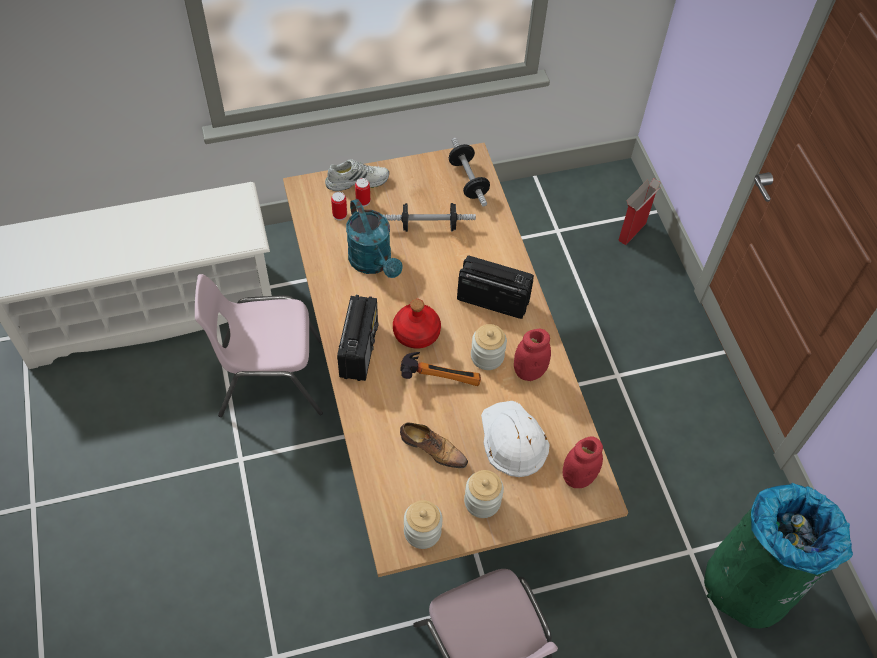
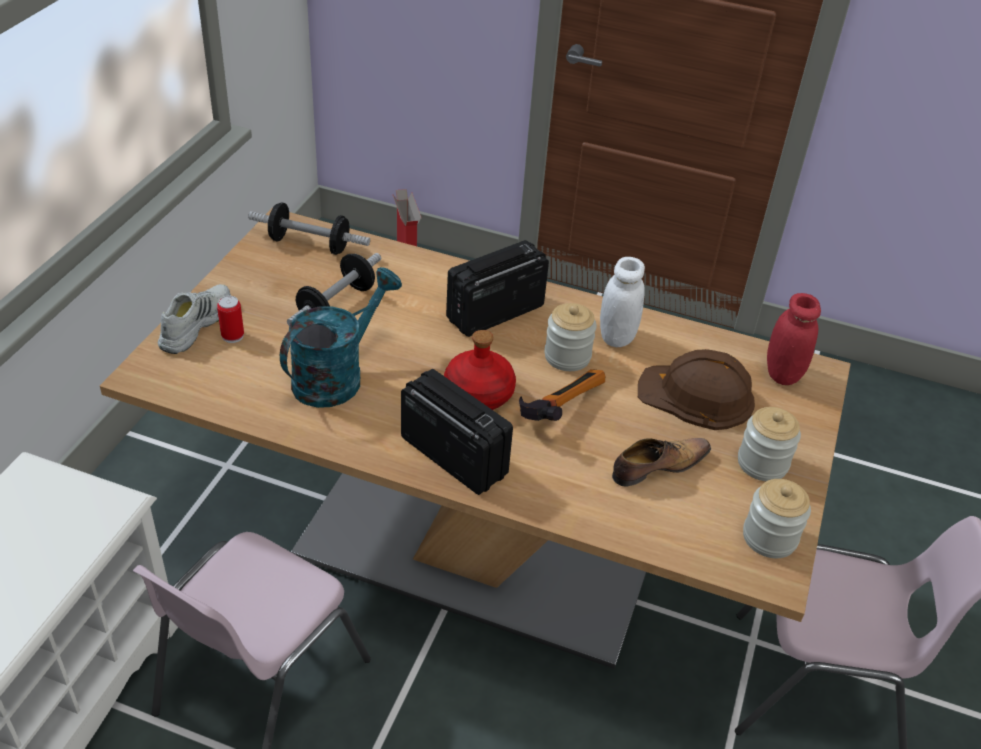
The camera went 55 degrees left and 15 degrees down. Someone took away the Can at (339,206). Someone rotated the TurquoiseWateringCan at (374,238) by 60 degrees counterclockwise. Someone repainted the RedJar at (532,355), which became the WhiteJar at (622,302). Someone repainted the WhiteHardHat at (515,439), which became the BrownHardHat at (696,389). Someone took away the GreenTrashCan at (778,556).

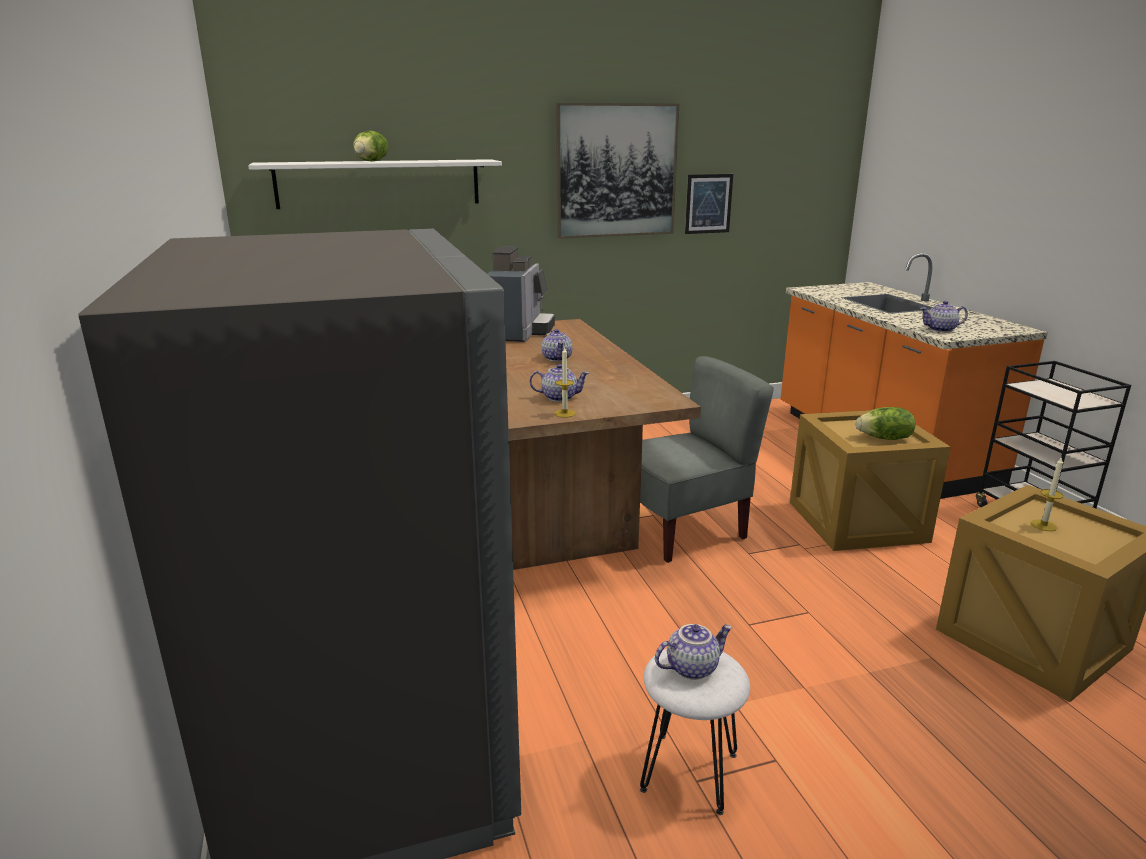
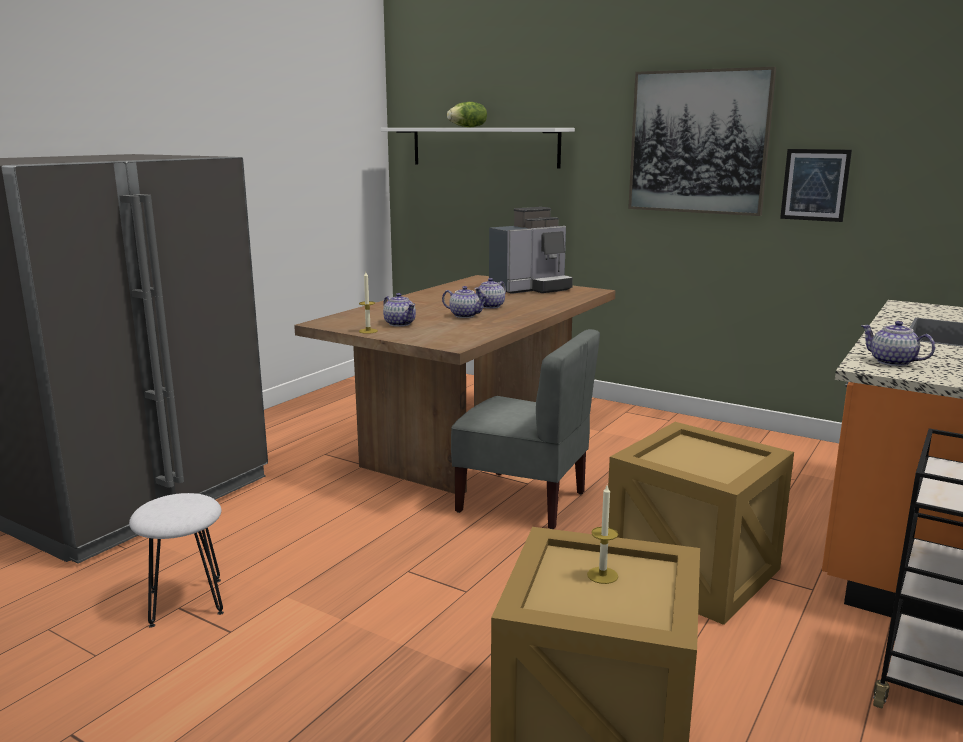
The camera went 50 degrees right and 5 degrees down. Someone took away the Lettuce at (886,423). Someone carried the Teapot from (694,652) to (465,302).

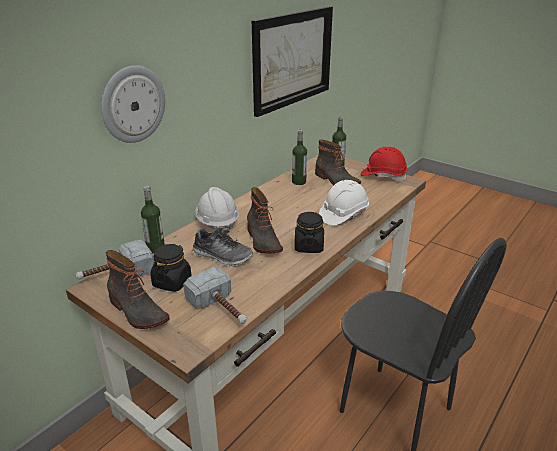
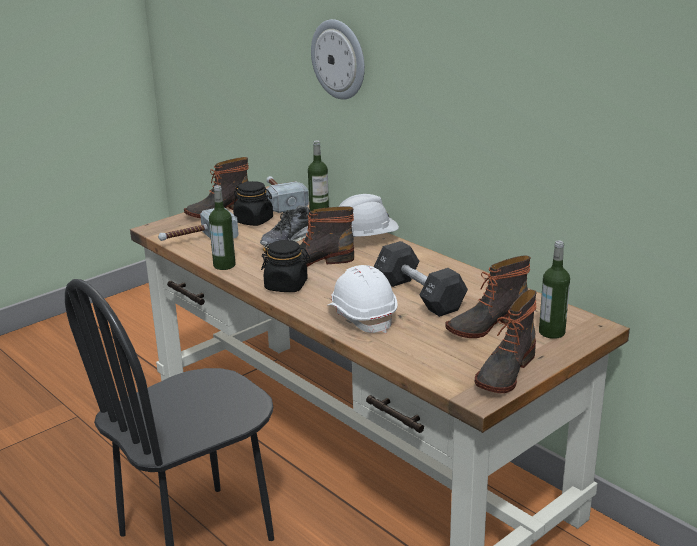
The camera went 100 degrees right and 5 degrees down. Someone took away the Picture at (292,62). Someone carried the Bottle from (299,157) to (222,227). Someone swapped the RedHardHat at (384,163) for the Boot at (506,341). Someone put down the BlackDumbbell at (421,279).

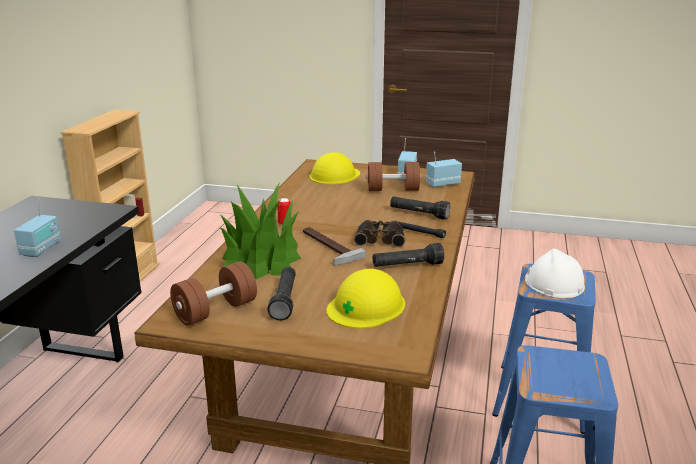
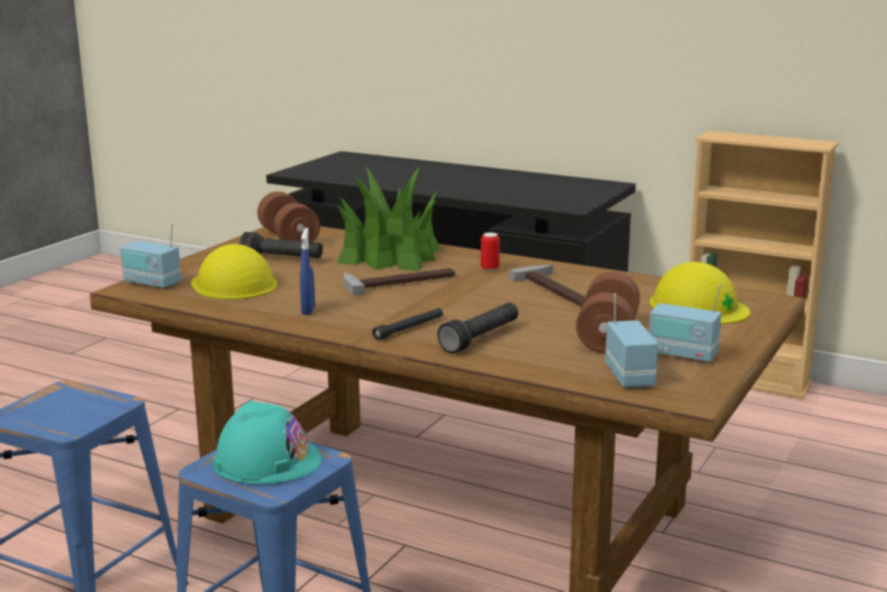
The camera went 105 degrees right and 5 degrees down. Someone carried the Radio from (37,227) to (150,256). Someone took away the Binoculars at (379,233). Someone swapped the BlackFlashlight at (408,255) for the BlueSprayBottle at (307,271). Someone repainted the WhiteHardHat at (555,273), which became the TurquoiseHardHat at (267,442). Someone put down the Hammer at (547,286).

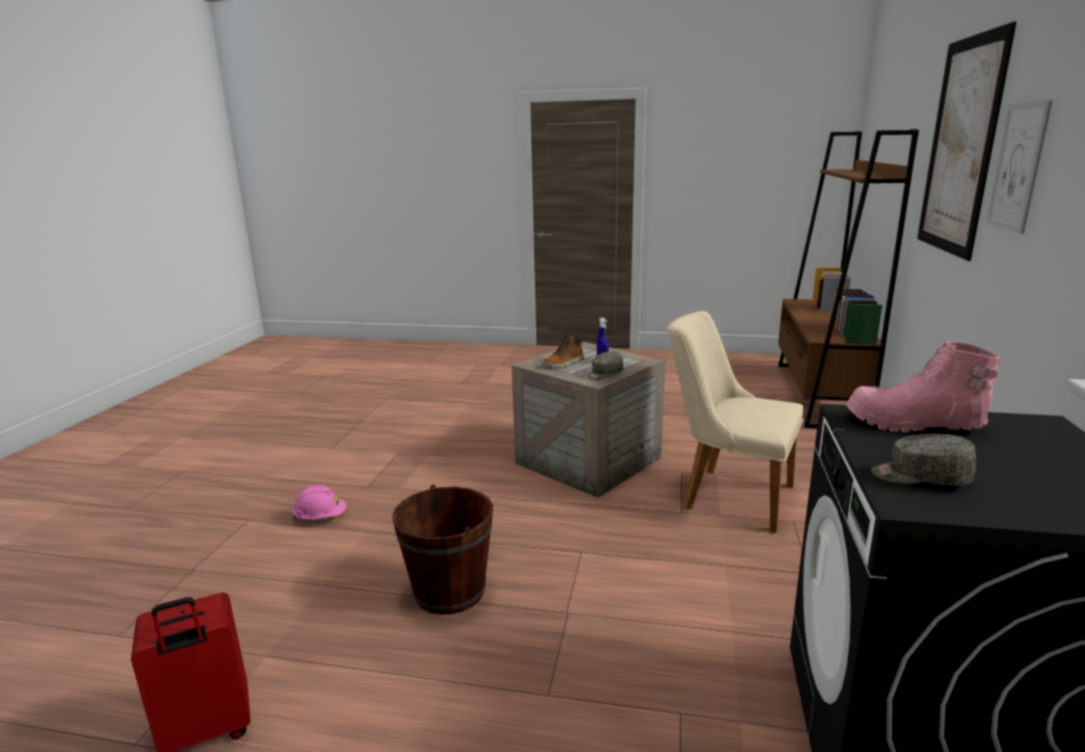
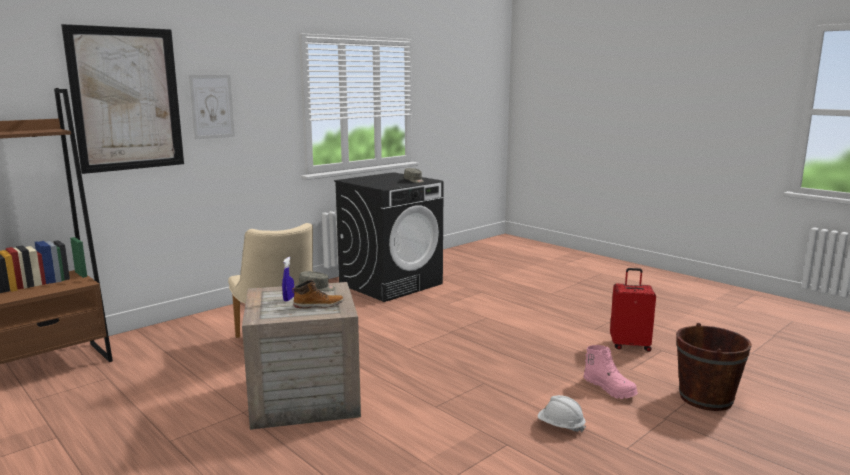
The camera went 145 degrees left and 5 degrees down. Someone carried the PinkBoot from (923,386) to (610,372). Someone repainted the PinkHardHat at (319,502), which became the WhiteHardHat at (562,413). Someone carried the BrownBucket from (442,550) to (714,367).

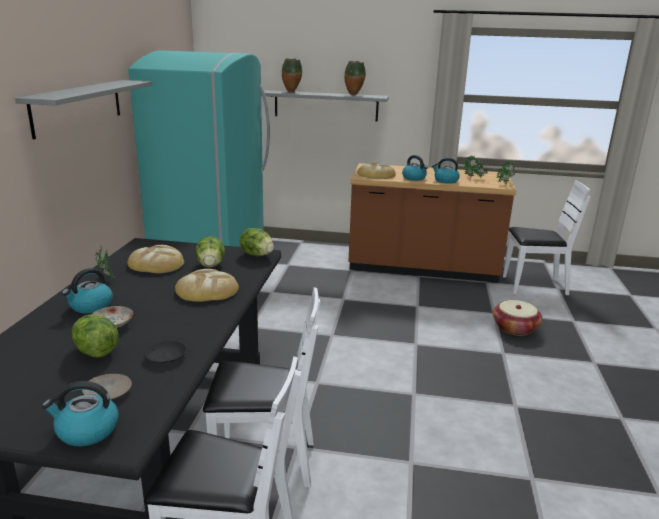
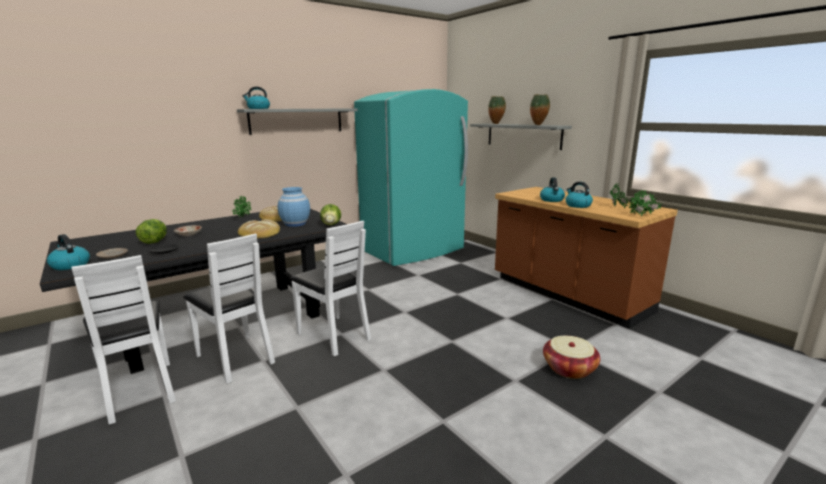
The camera went 45 degrees right and 5 degrees down. Someone took away the Bread at (376,170). Someone carried the WhiteChair from (546,237) to (330,288). Someone swapped the Lettuce at (210,252) for the BlueVase at (294,207). Someone carried the Kettle from (87,291) to (256,98).

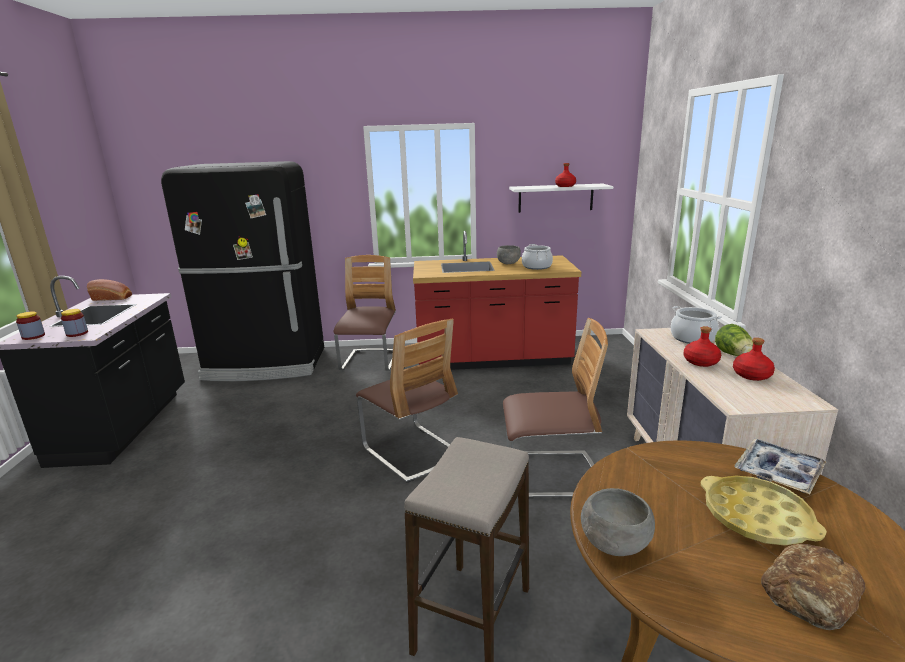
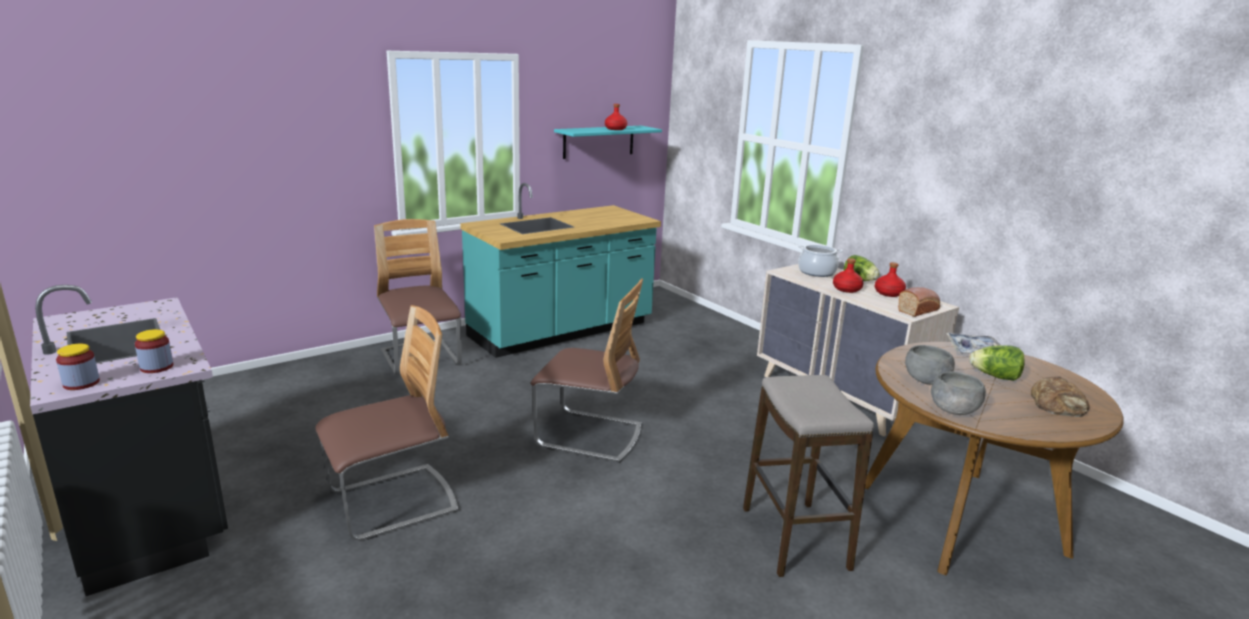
The camera went 35 degrees left and 0 degrees up. Someone took away the BlackFridge at (242,271). Someone repainted the WhiteShelf at (561,198), which became the TurquoiseShelf at (608,142). Someone repainted the RedCounter at (497,300), which became the TurquoiseCounter at (560,270). Someone took away the CookingPot at (537,257). Someone carried the GreyBowl from (509,254) to (930,365). Someone carried the Bread from (109,290) to (919,302). Someone carried the Chair from (555,408) to (387,422). Someone swapped the YellowTray at (764,510) for the Lettuce at (997,363).

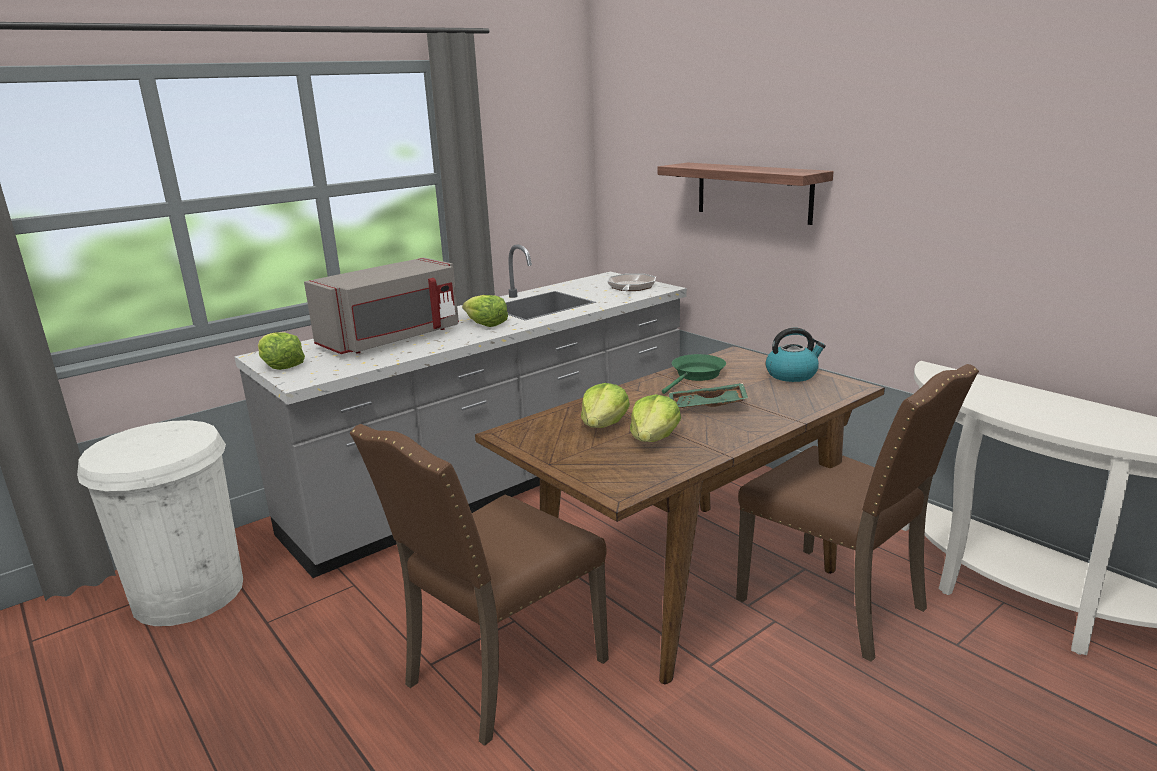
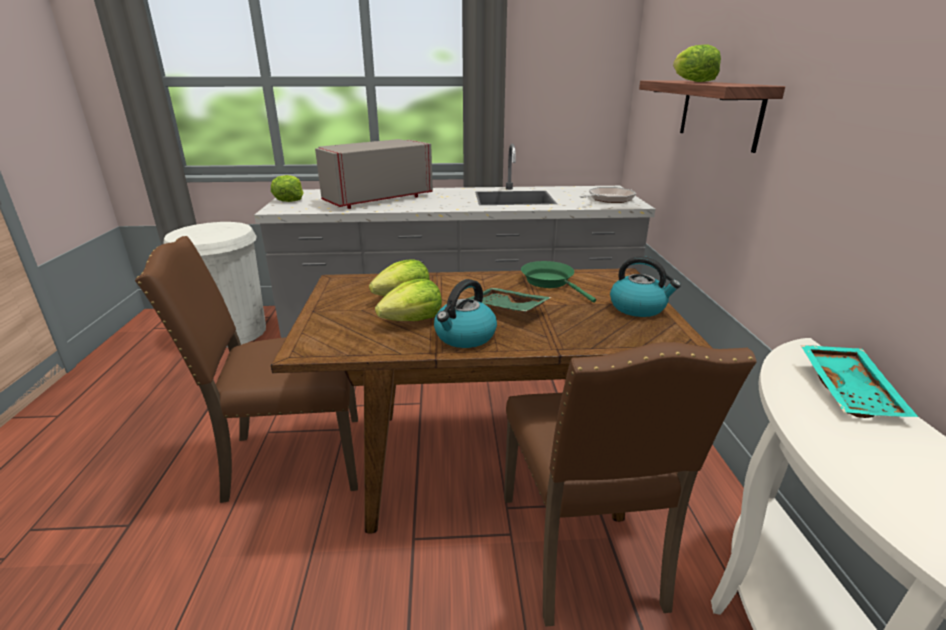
The camera went 35 degrees right and 5 degrees up. Someone rotated the GreyMicrowave at (381,305) by 150 degrees clockwise. Someone carried the Lettuce from (485,311) to (697,63). Someone rotated the GreenFryingPan at (694,374) by 105 degrees counterclockwise. Someone put down the Kettle at (465,313). Someone put down the TurquoiseTray at (859,381).

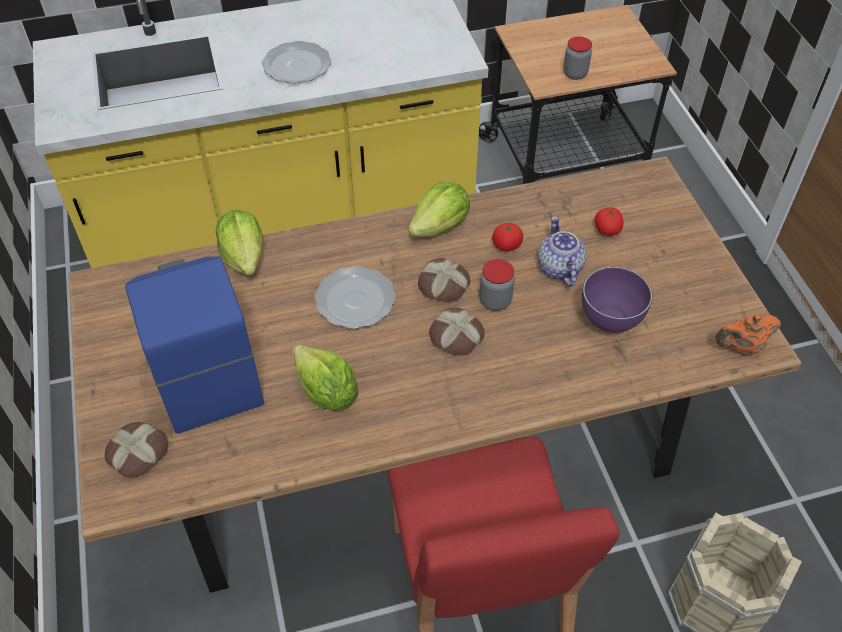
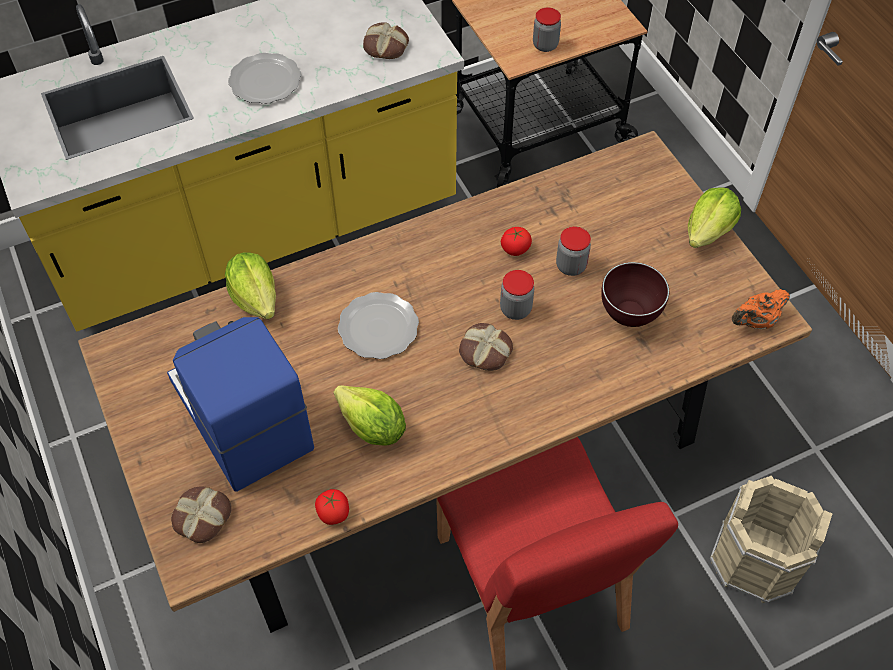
The camera went 10 degrees left and 5 degrees up. Someone carried the Lettuce from (439,209) to (714,217). Someone carried the Tomato from (609,221) to (332,507). Someone swapped the Teapot at (562,251) for the Jar at (573,251). Someone carried the Bread from (444,280) to (386,40). Someone repainted the PurpleBowl at (617,300), which became the BrownBowl at (635,294).

